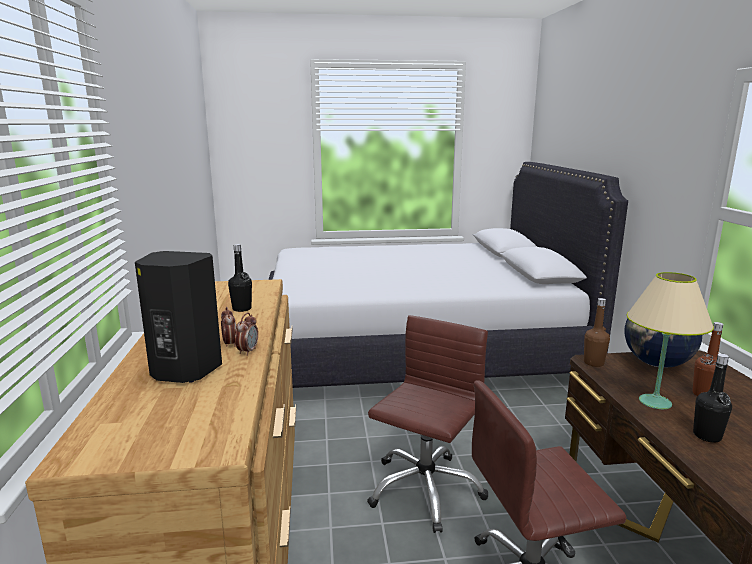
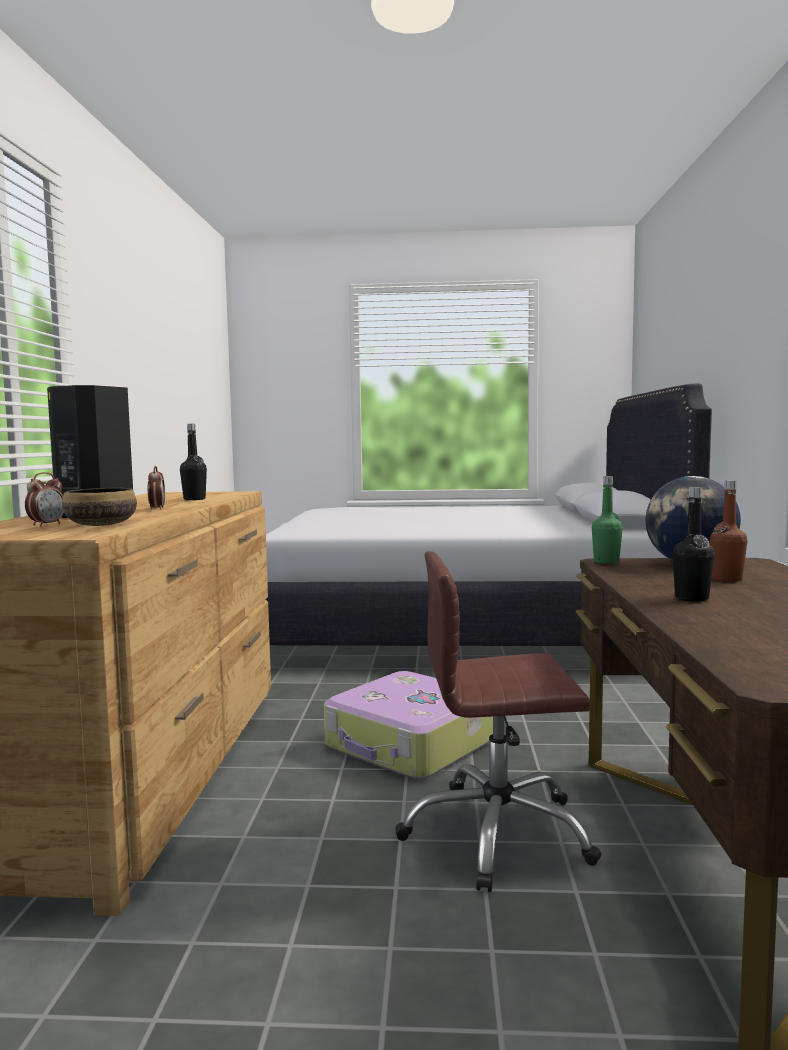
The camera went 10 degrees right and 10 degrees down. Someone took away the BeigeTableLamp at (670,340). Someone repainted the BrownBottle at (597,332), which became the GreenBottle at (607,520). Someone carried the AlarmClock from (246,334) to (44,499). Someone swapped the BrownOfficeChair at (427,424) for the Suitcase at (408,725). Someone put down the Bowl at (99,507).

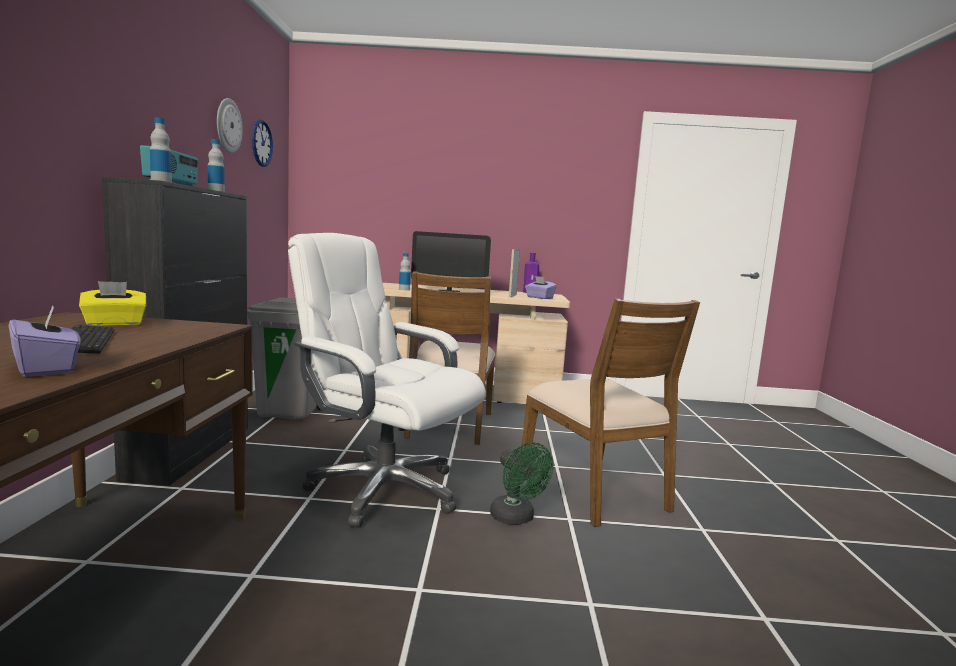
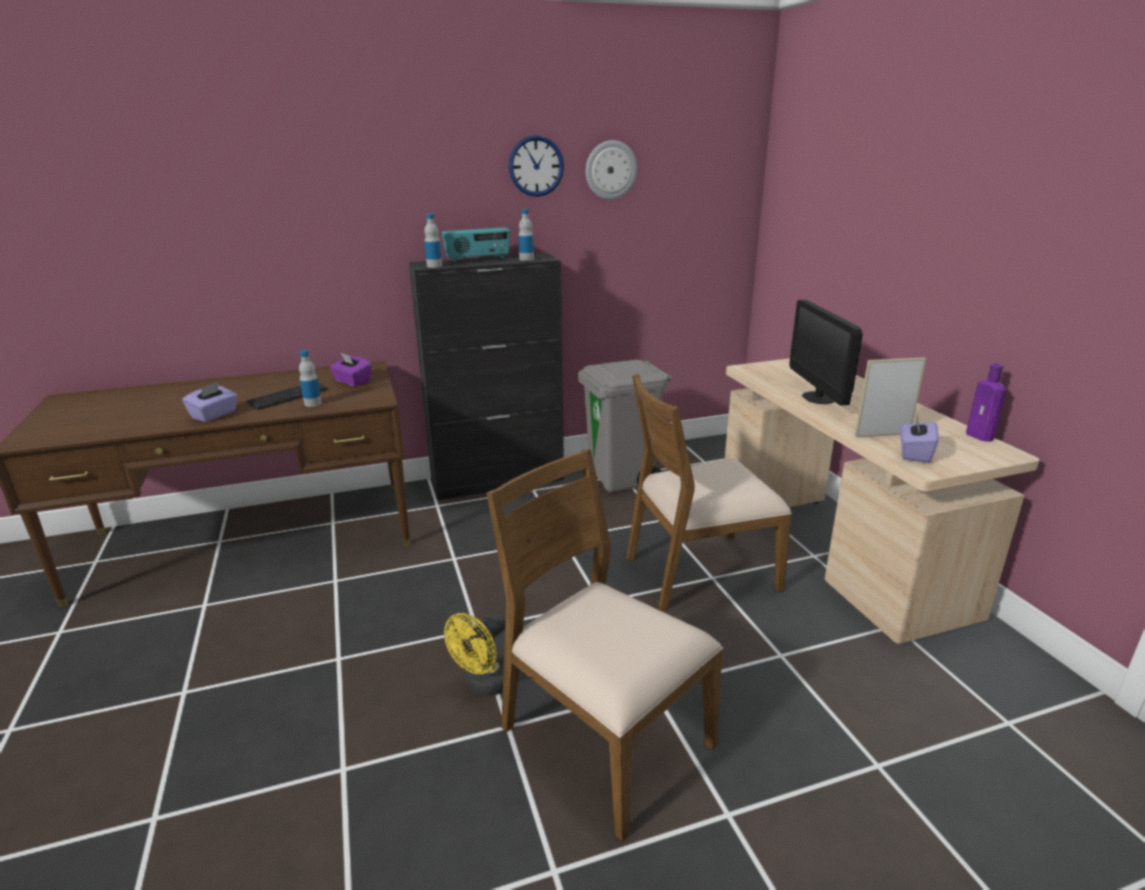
The camera went 70 degrees right and 15 degrees up. Someone carried the WallClock from (262,143) to (536,166). Someone took away the WhiteOfficeChair at (387,380). Someone carried the Bottle from (405,271) to (310,378). Someone repainted the YellowTissueBox at (112,303), which became the PurpleTissueBox at (351,369). Someone rotated the BrownChair at (610,413) by 90 degrees clockwise. Someone repainted the GreenFan at (521,483), which became the YellowFan at (475,654).

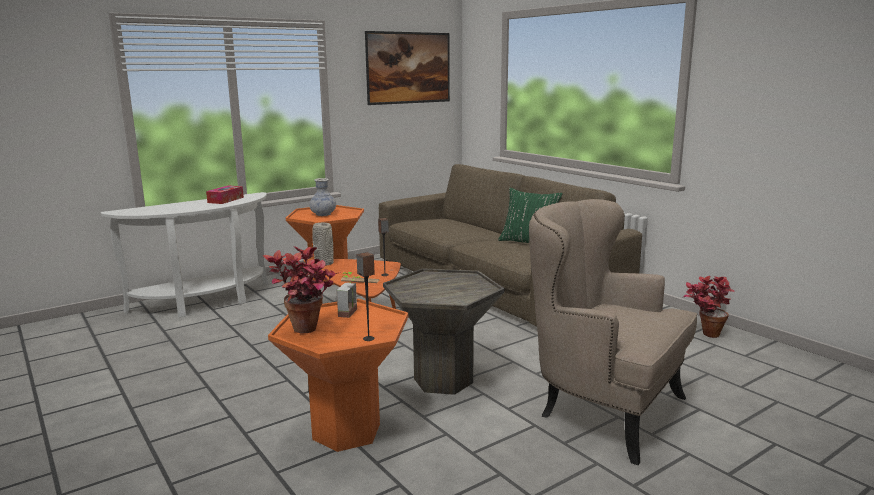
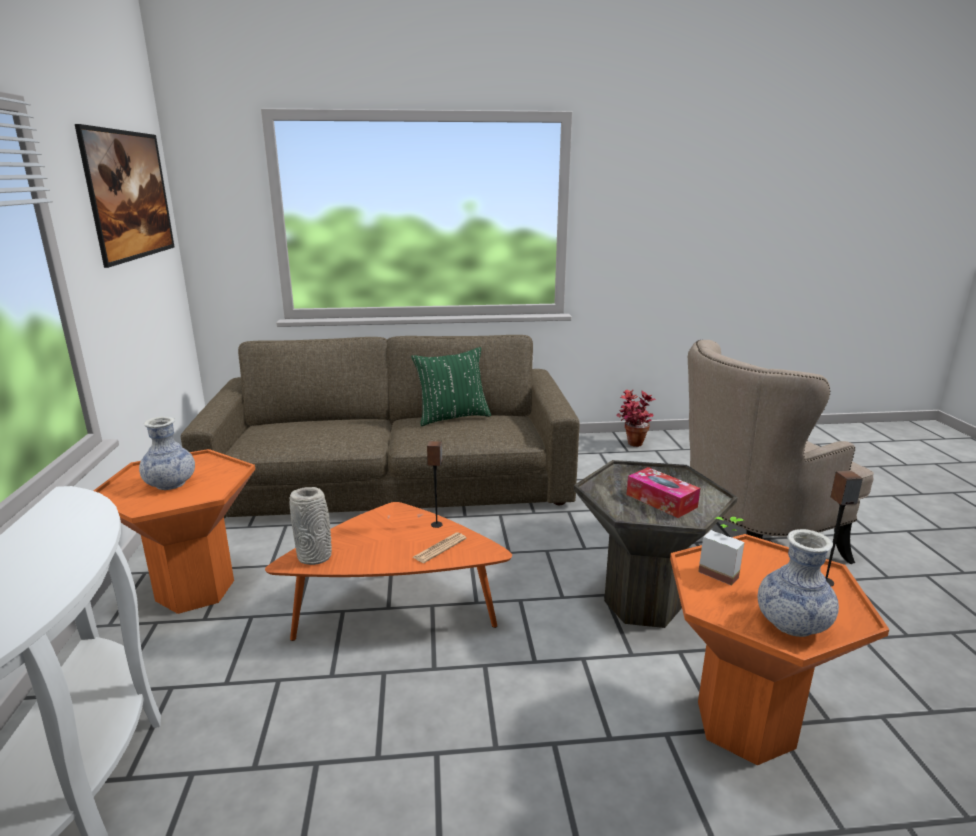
The camera went 60 degrees left and 5 degrees up. Someone carried the TissueBox from (225,194) to (663,492). Someone swapped the PottedPlant at (302,289) for the Vase at (798,583).

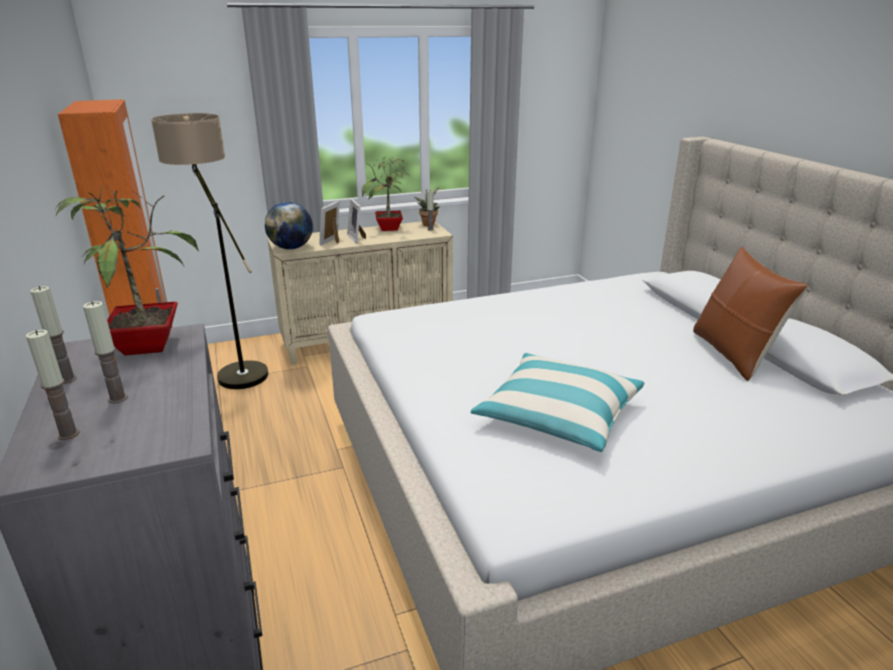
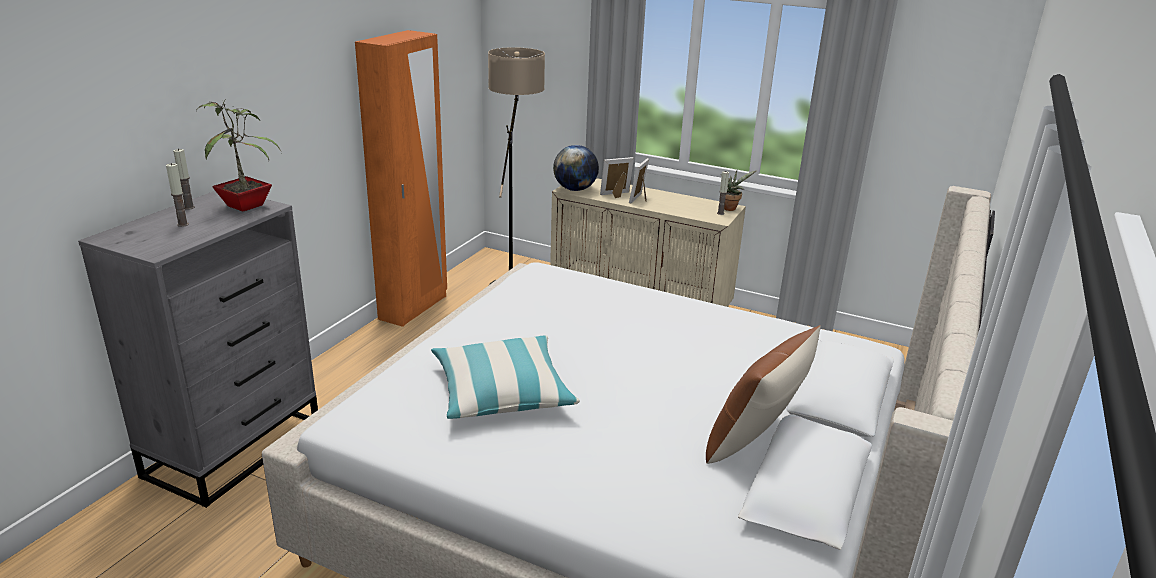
The camera went 45 degrees right and 0 degrees up. Someone took away the PottedPlant at (386,194). Someone took away the Candle at (53,385).

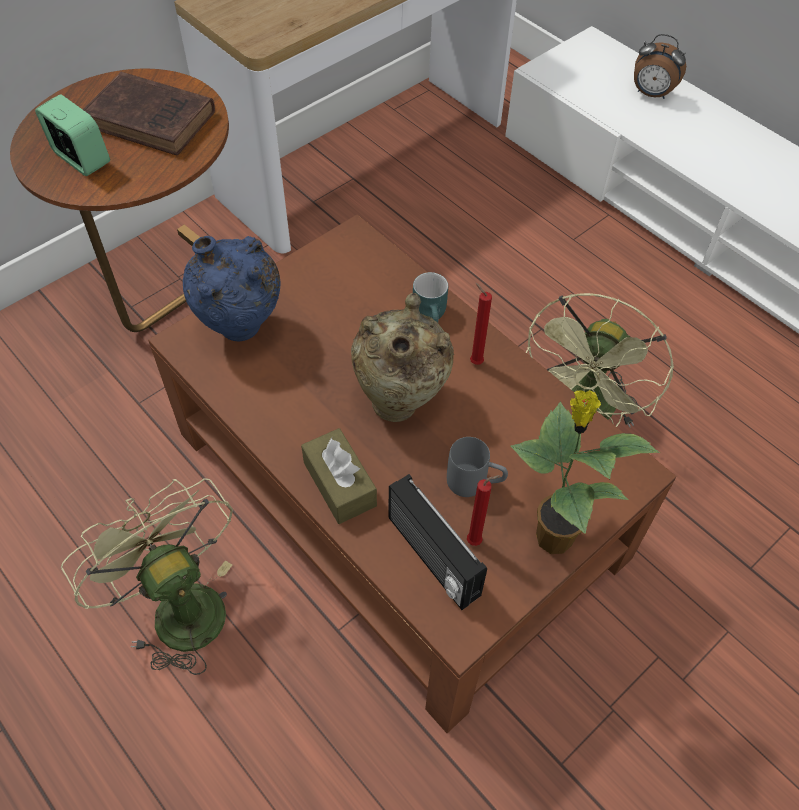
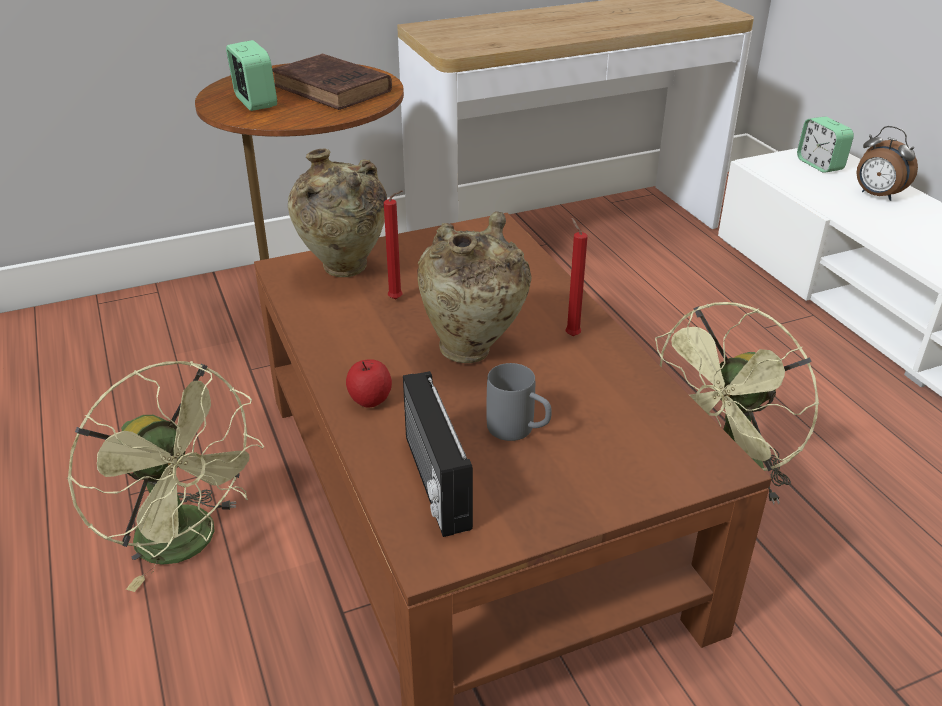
The camera went 20 degrees right and 20 degrees down. Someone repainted the BlueVase at (231,288), which became the BeigeVase at (337,213). Someone took away the TurquoiseMug at (430,297). Someone took away the PottedPlant at (585,472). Someone swapped the BrownTissueBox at (339,476) for the Apple at (369,383). Someone carried the RedCandle from (484,510) to (393,245). Someone rotated the GreenFan at (147,576) by 150 degrees clockwise. Someone put down the AlarmClock at (825,145).

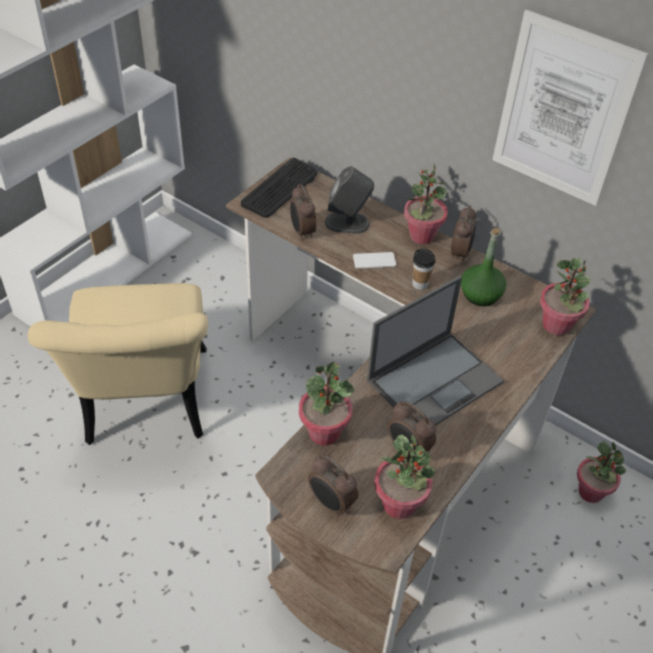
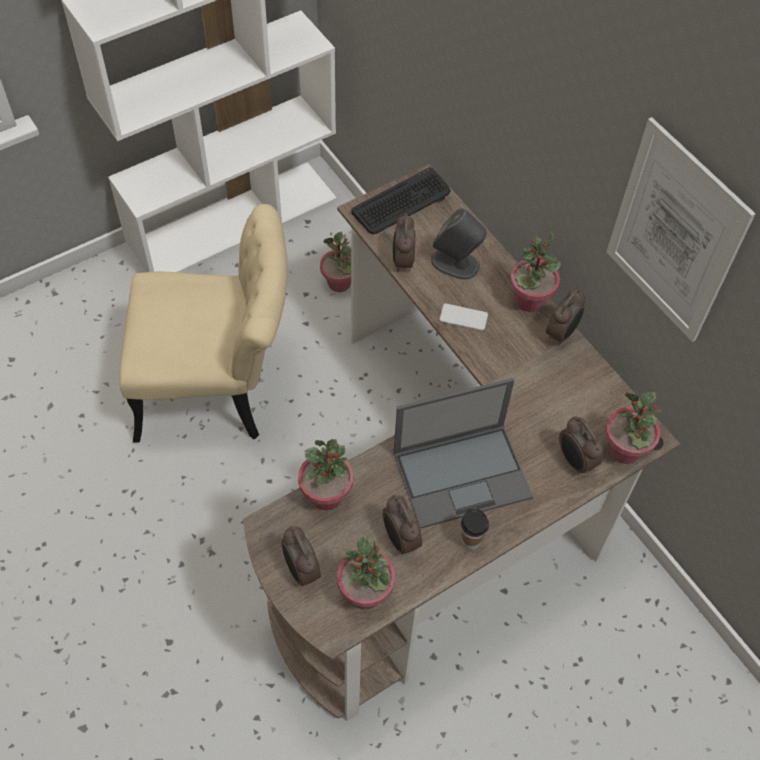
The camera went 20 degrees right and 10 degrees up. Someone took away the GreenBottle at (483,267). Someone carried the Cup from (424,269) to (475,529). Someone rotated the BeigeChair at (118,364) by 105 degrees counterclockwise. Someone carried the PottedPlant from (601,472) to (335,262). Someone put down the AlarmClock at (581,445).

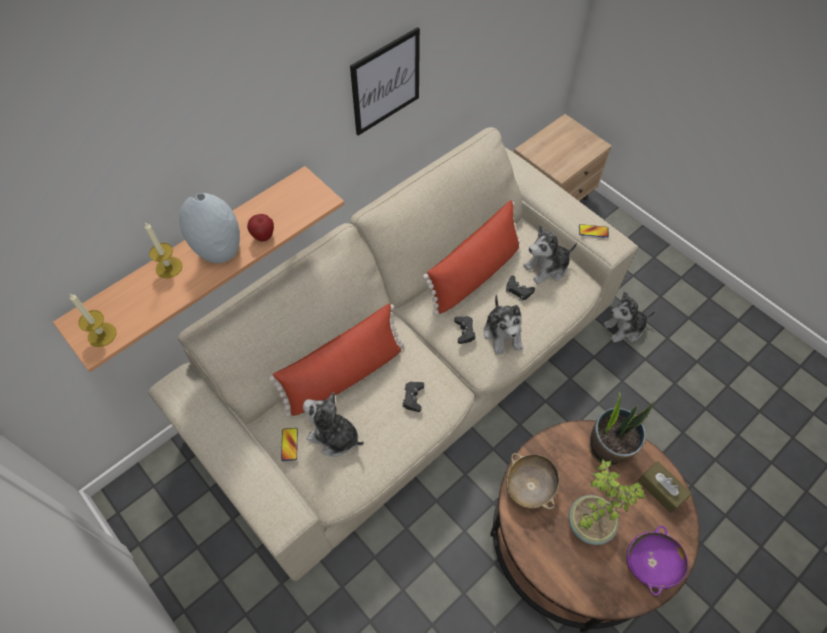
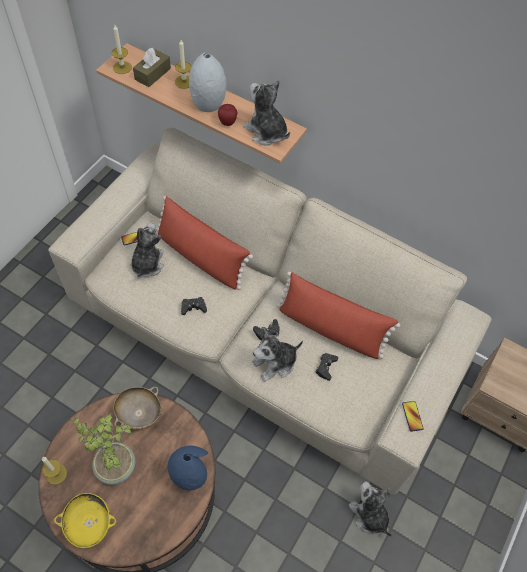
The camera went 70 degrees right and 0 degrees up. Someone took away the Picture at (385,81). Someone carried the PlushToy from (550,255) to (266,113). Someone swapped the PottedPlant at (621,429) for the BlueVase at (188,468). Someone carried the BrownTissueBox from (665,487) to (152,67). Someone repainted the PurpleBowl at (657,560), which became the YellowBowl at (85,520). Someone put down the Candle at (54,471).

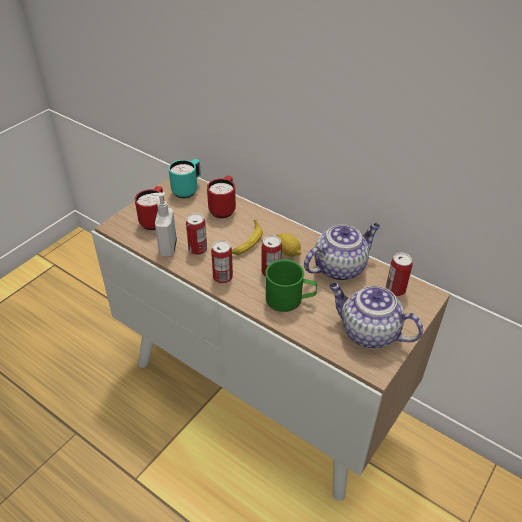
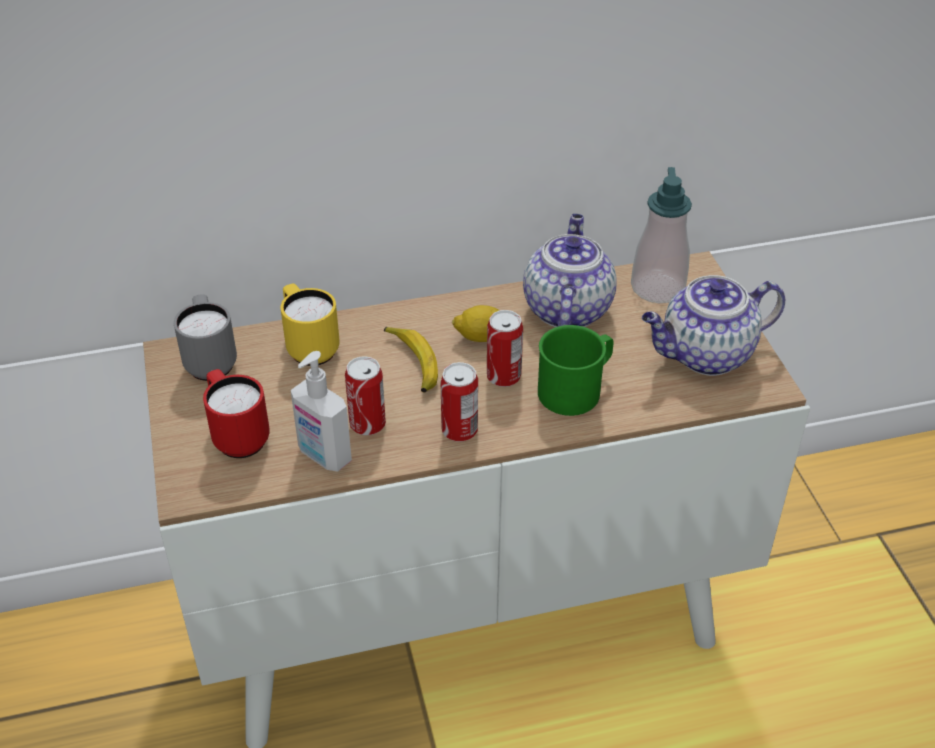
The camera went 50 degrees left and 0 degrees up. Someone repainted the TurquoiseMug at (184,178), which became the GreyMug at (205,337). Someone repainted the RedMug at (221,196), which became the YellowMug at (310,325). Someone swapped the Can at (399,274) for the SoapDispenser at (661,235).

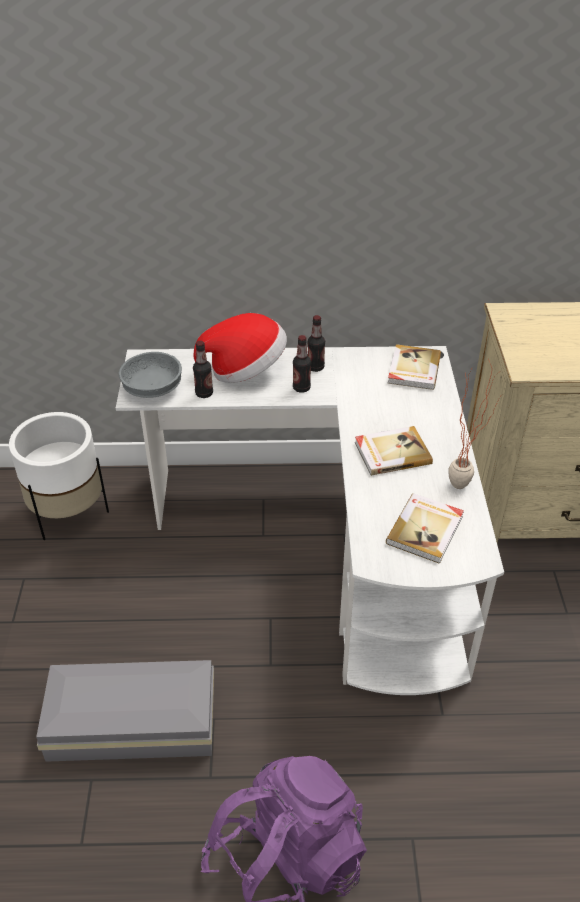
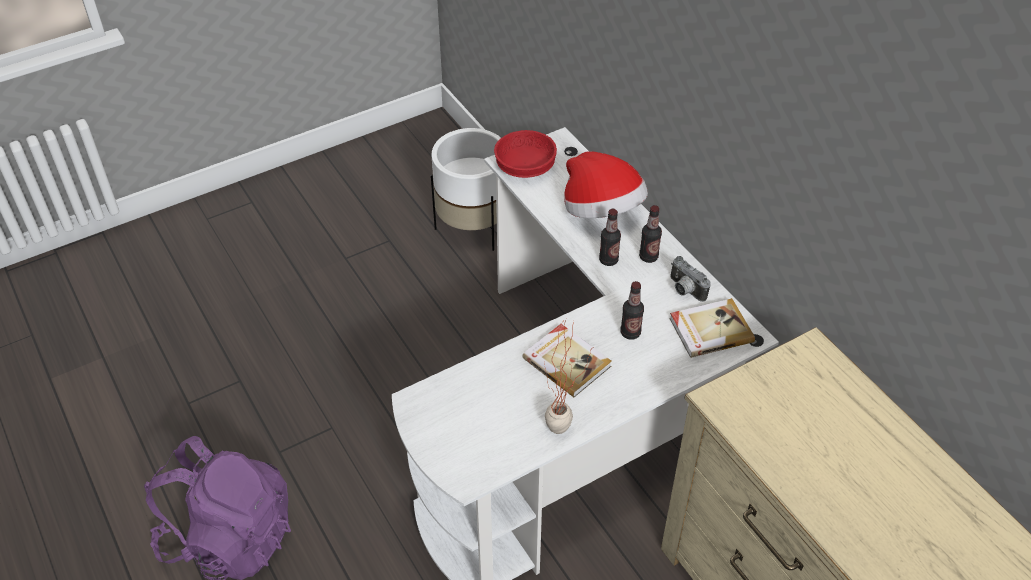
The camera went 60 degrees right and 5 degrees up. Someone carried the Bottle from (203,369) to (632,310). Someone repainted the GreyBowl at (150,375), which became the RedBowl at (525,154). Someone took away the Book at (425,528). Someone took away the GreyStorageBox at (125,711). Someone put down the PhotoCamera at (690,279).

